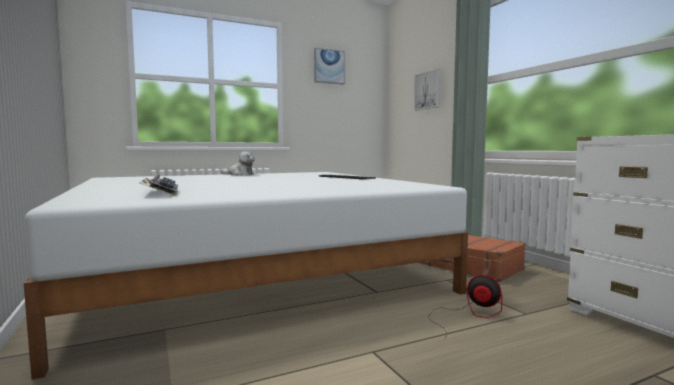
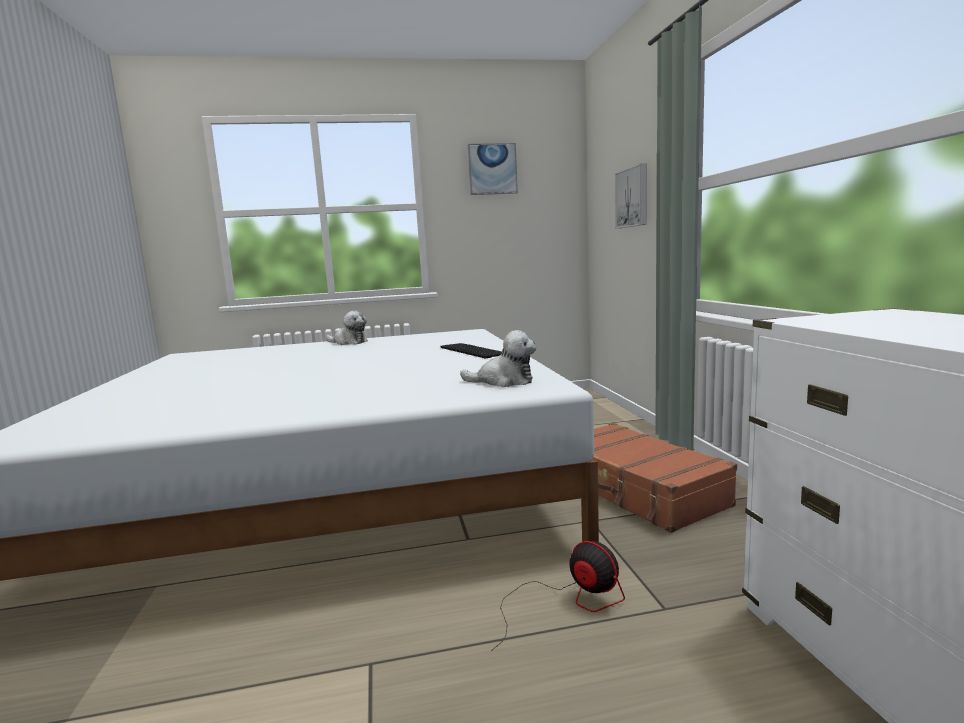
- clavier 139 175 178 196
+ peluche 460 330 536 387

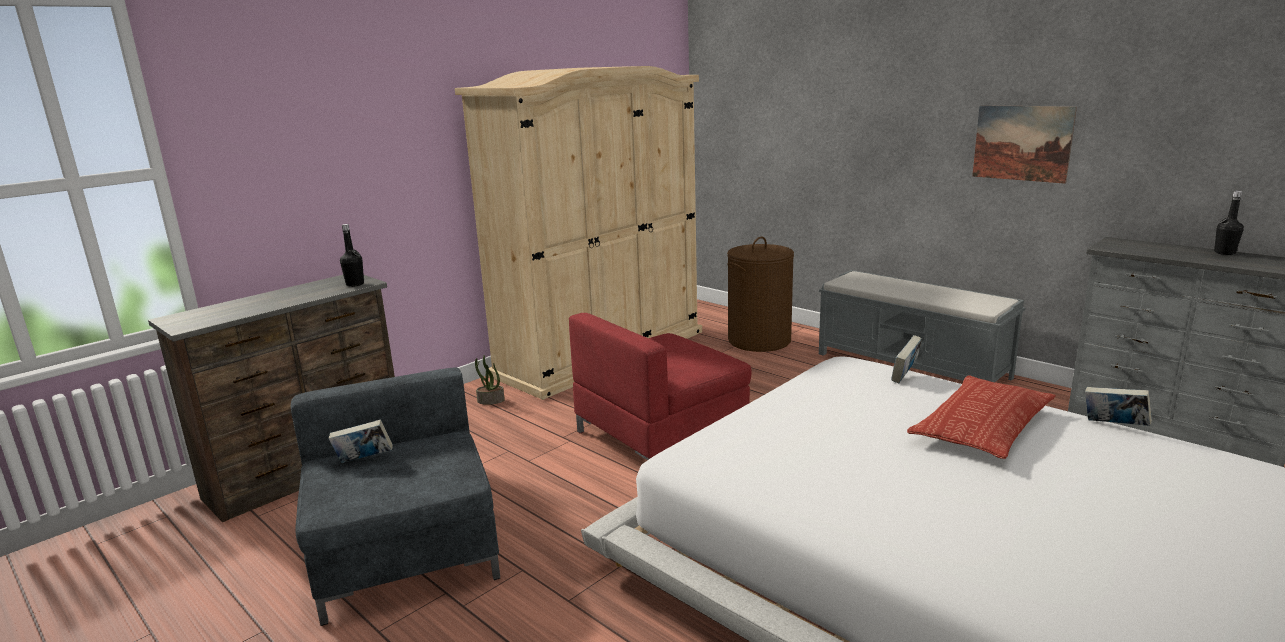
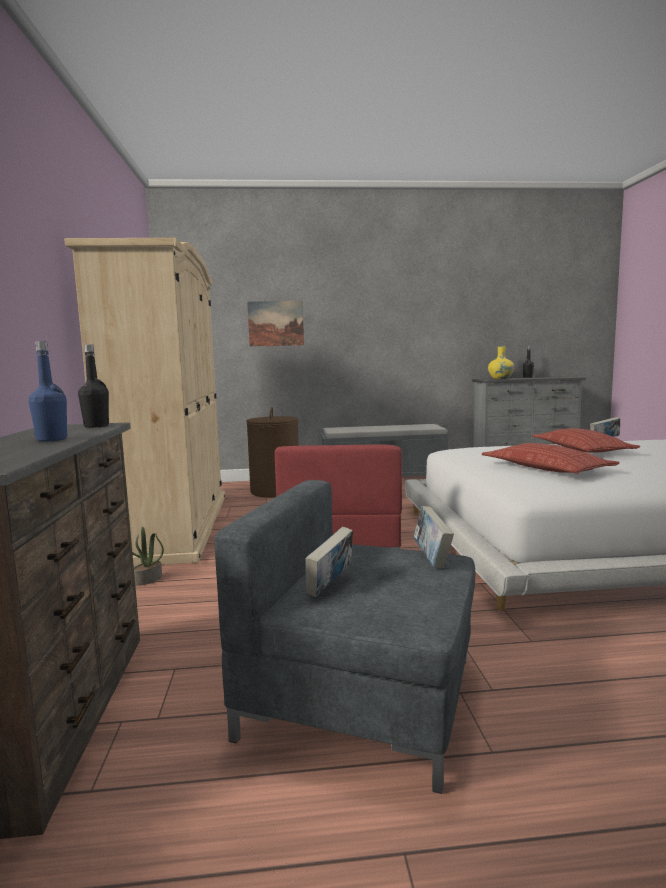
~ livre 891 335 922 383 to 414 506 454 568
~ tableau 972 105 1077 184 to 247 301 304 347
+ bouteille/bleu 29 342 67 442
+ coussin 481 443 620 474
+ vase/jaune 488 347 514 379

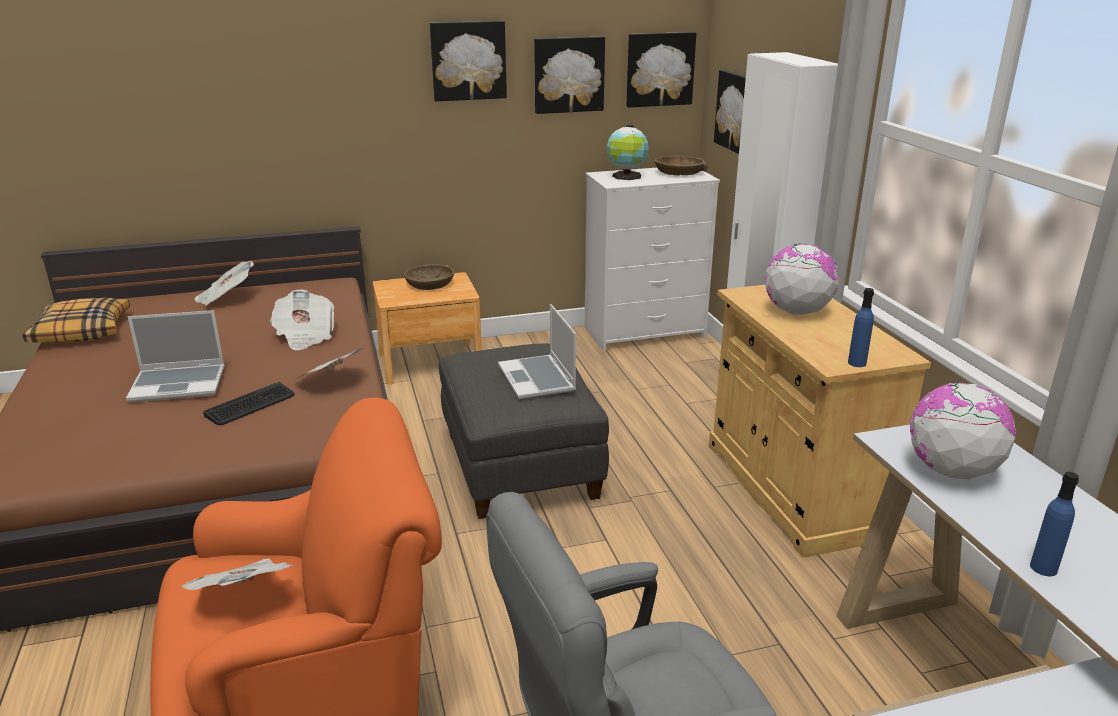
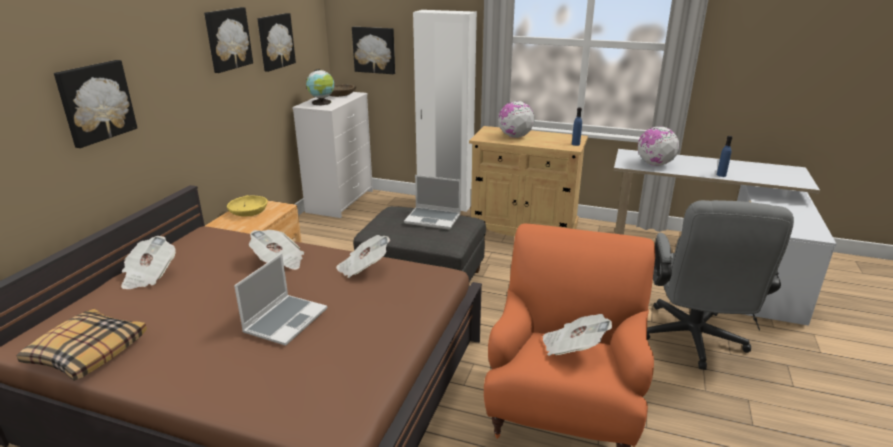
- clavier 203 382 295 425
~ bol/marron 404 264 454 290 to bol/jaune 227 195 268 217
~ tableau 627 32 696 108 to 54 60 137 148

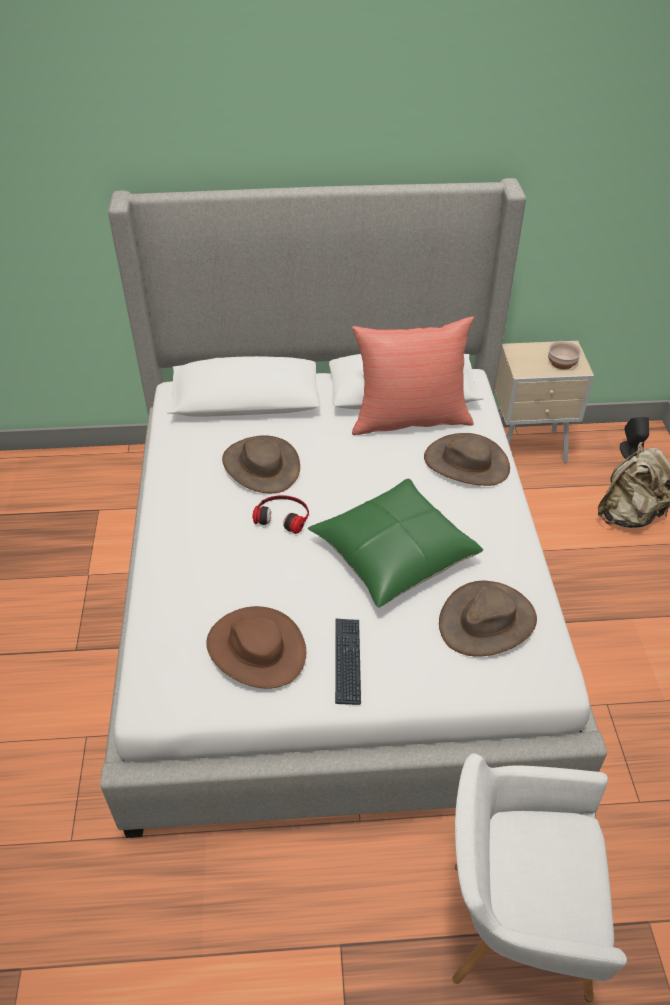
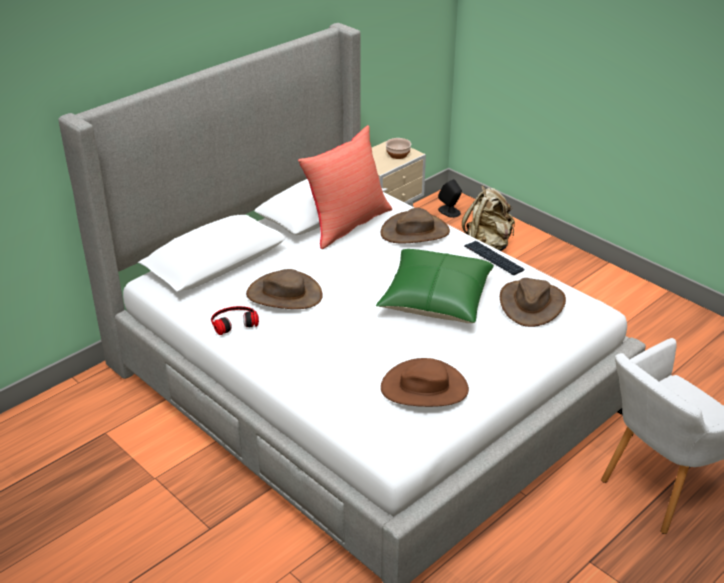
~ casque audio 253 495 309 534 to 211 306 259 335
~ clavier 335 618 361 705 to 464 241 525 275

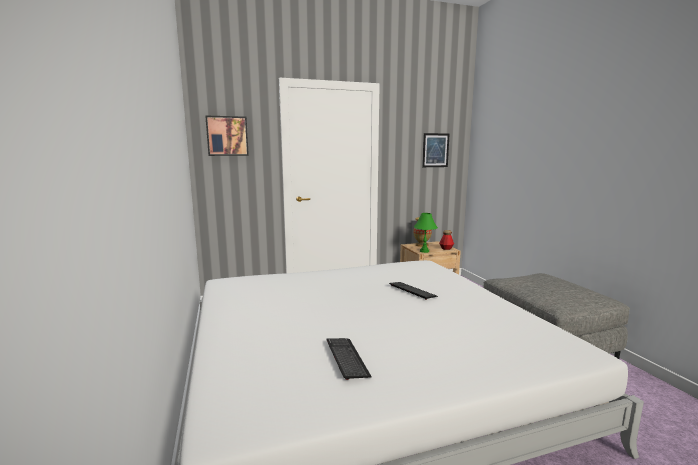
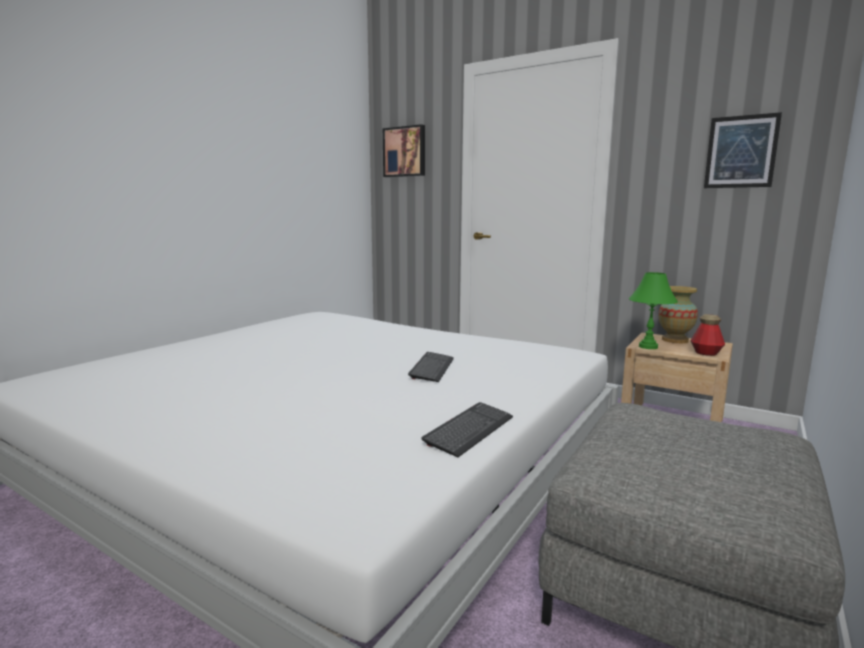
~ clavier 326 338 372 380 to 421 402 513 457

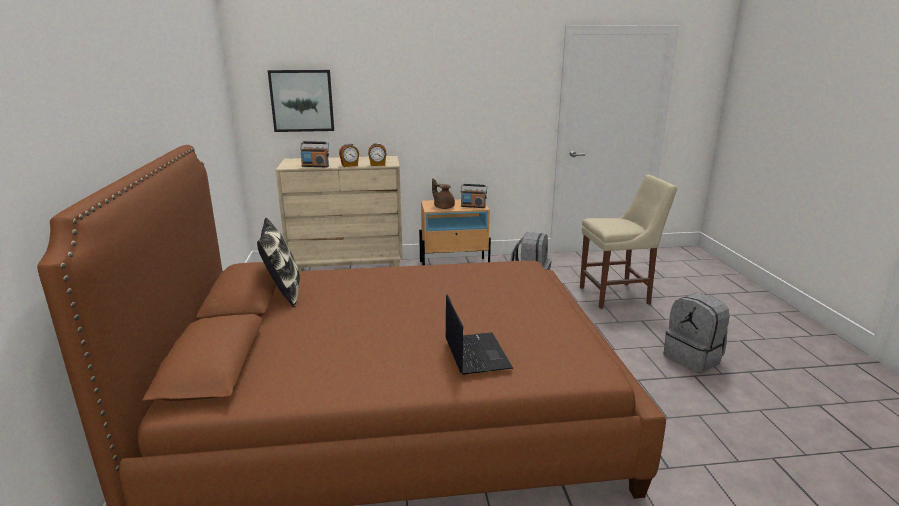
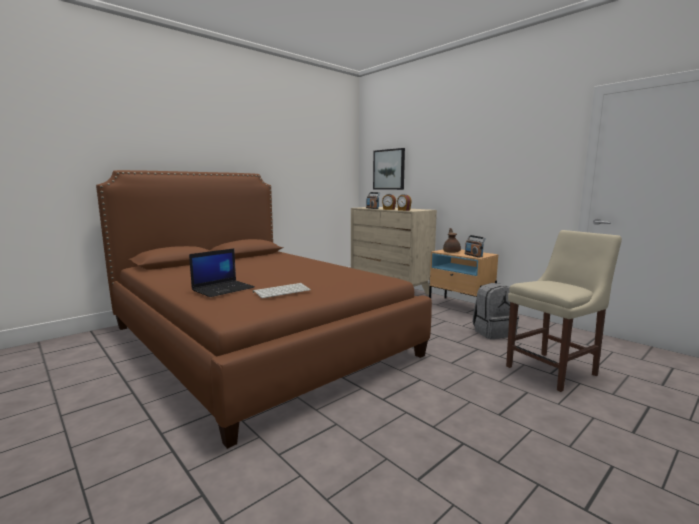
- coussin 257 218 300 307
~ chaise/beige 580 175 677 309 = 506 230 622 392 75 degrees counterclockwise
- sac à dos/gris 664 293 730 373
+ clavier 253 283 311 298

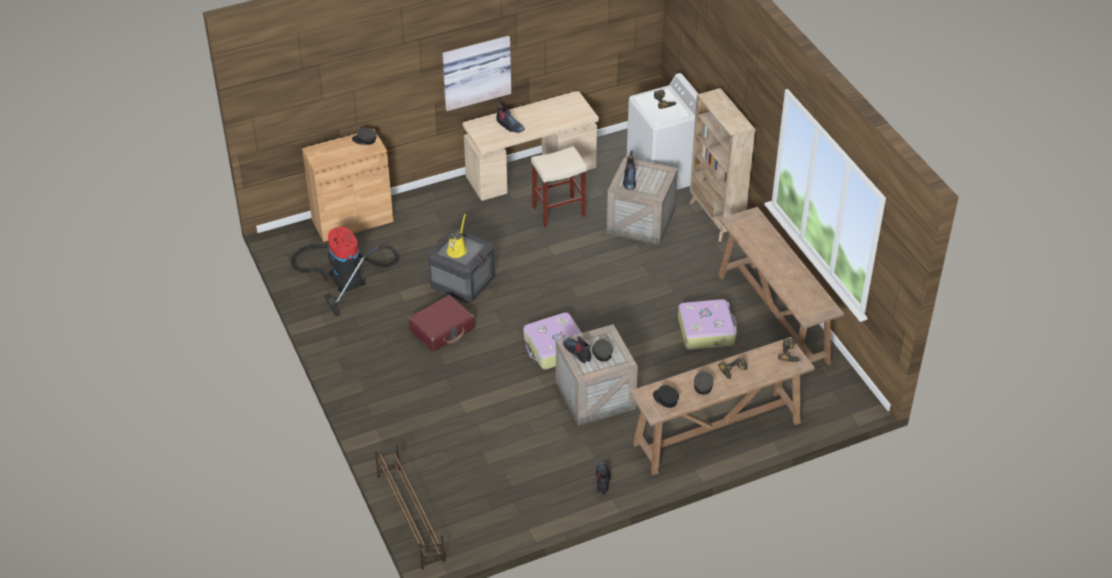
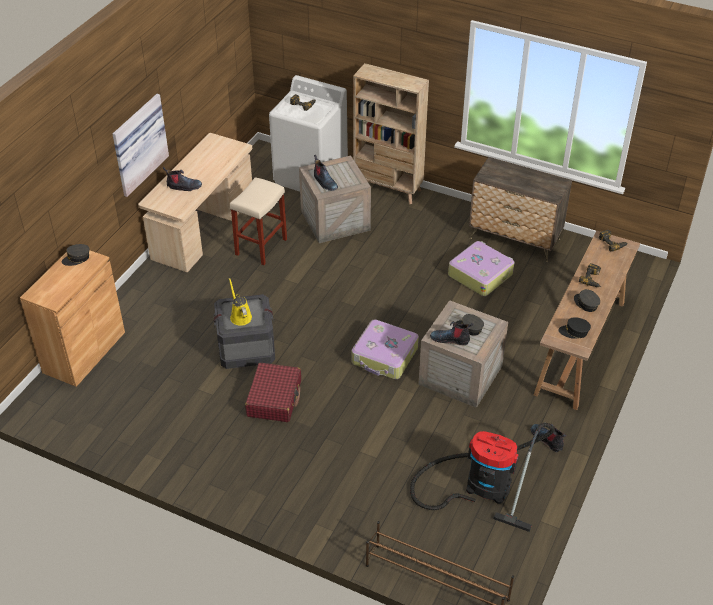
~ aspirateur 291 227 399 316 to 410 423 555 532
~ table console/marron 718 207 844 365 to commode 469 157 572 262

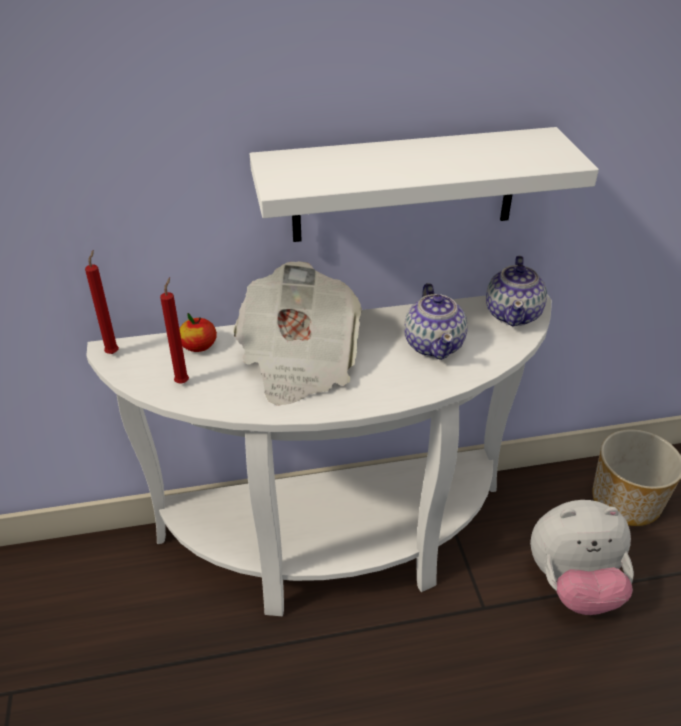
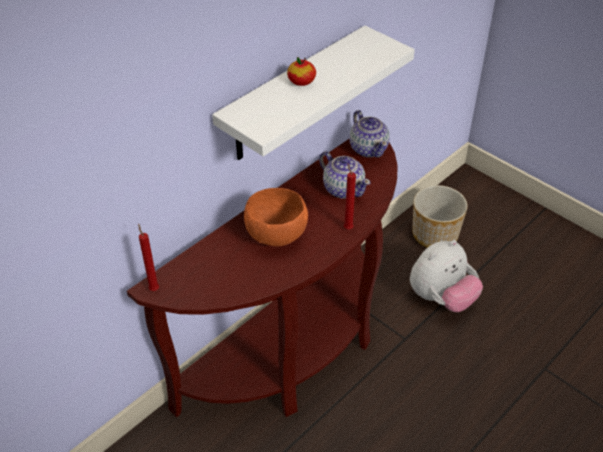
~ table console/blanc 86 294 552 616 to table console/marron 127 139 398 417
~ bougie/rouge 160 277 189 383 to 344 163 356 229
~ pomme 179 313 217 352 to 287 57 316 86
~ journal 233 261 362 406 to bol/orange 244 188 308 246

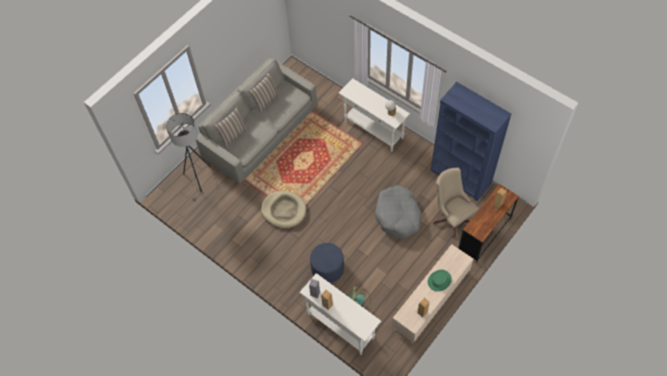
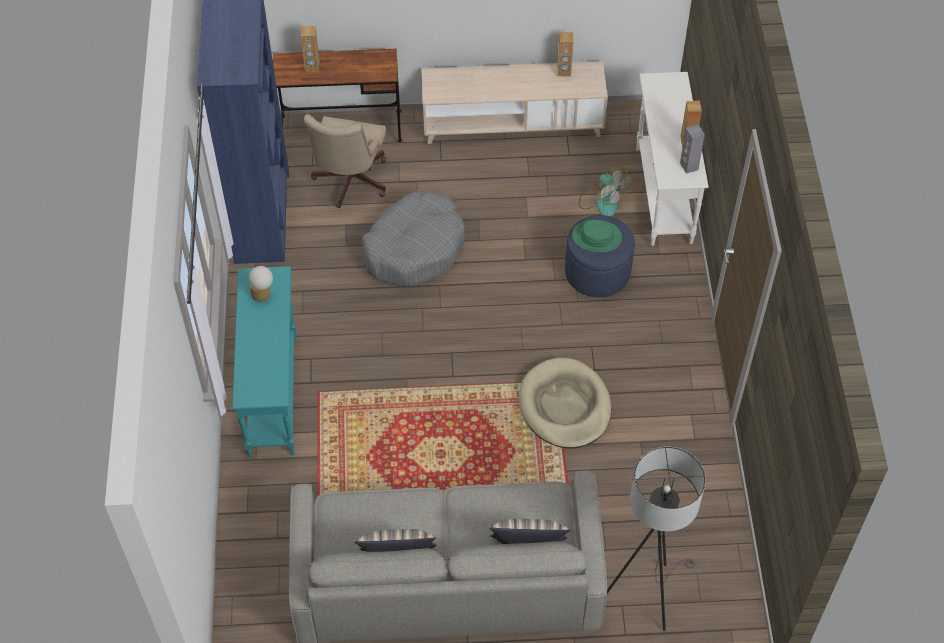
~ table console/blanc 339 78 410 152 to table console/turquoise 232 266 297 457
~ chapeau/vert 428 270 452 291 to 572 220 622 252

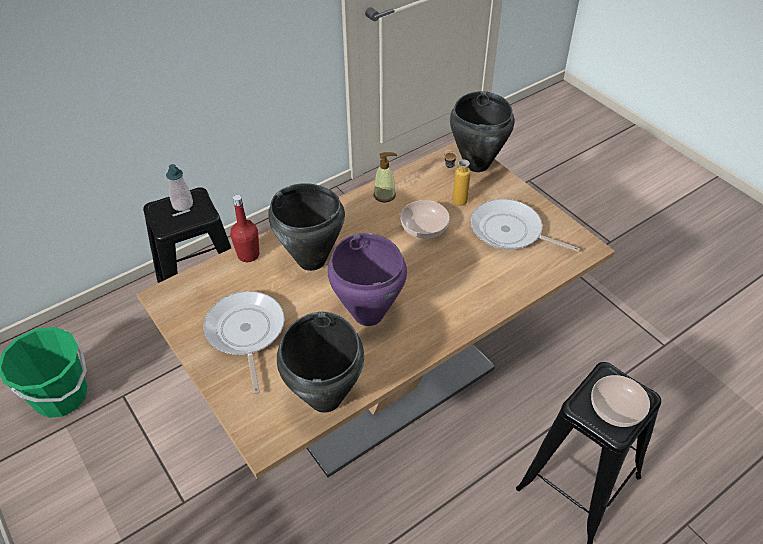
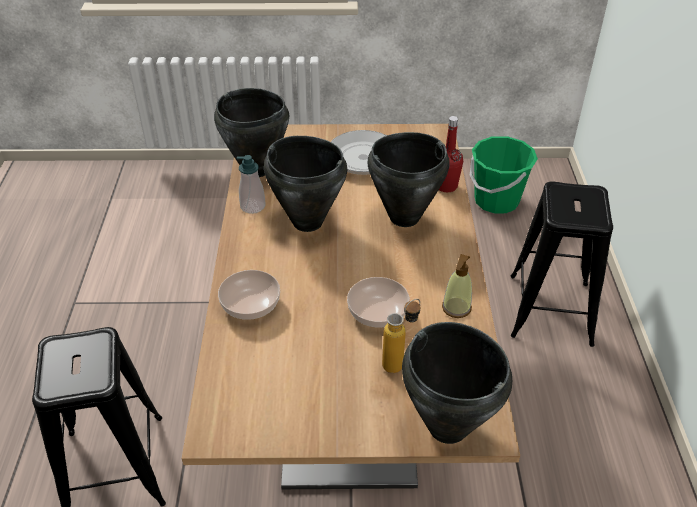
~ distributeur de savon 166 164 193 211 to 237 155 266 214
~ marmite/violet 328 233 407 326 to marmite/noir 264 136 347 232
- poêle 471 199 580 252
~ bol 591 375 650 427 to 218 270 280 320

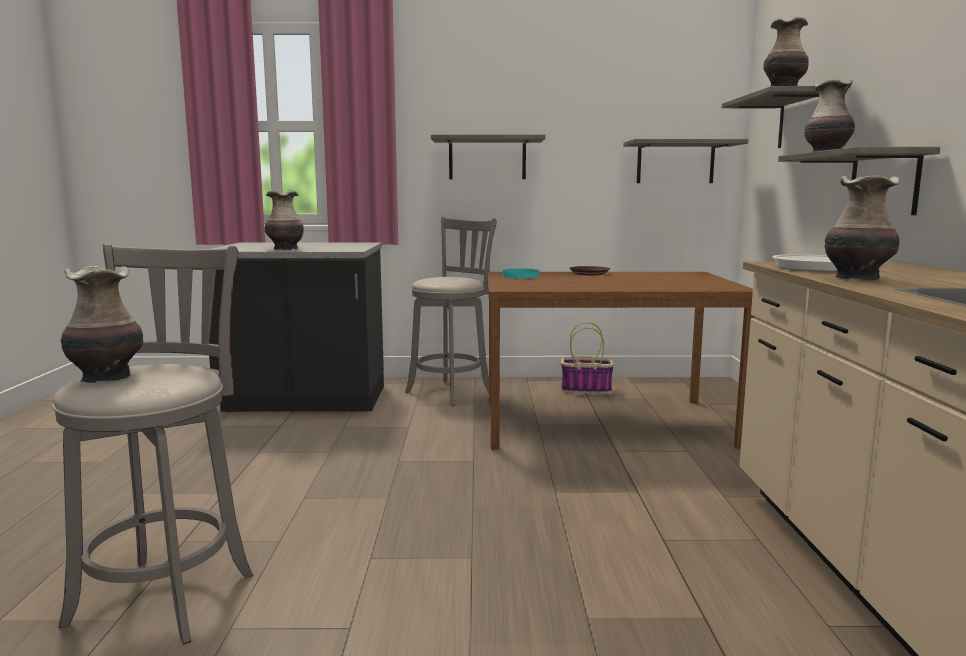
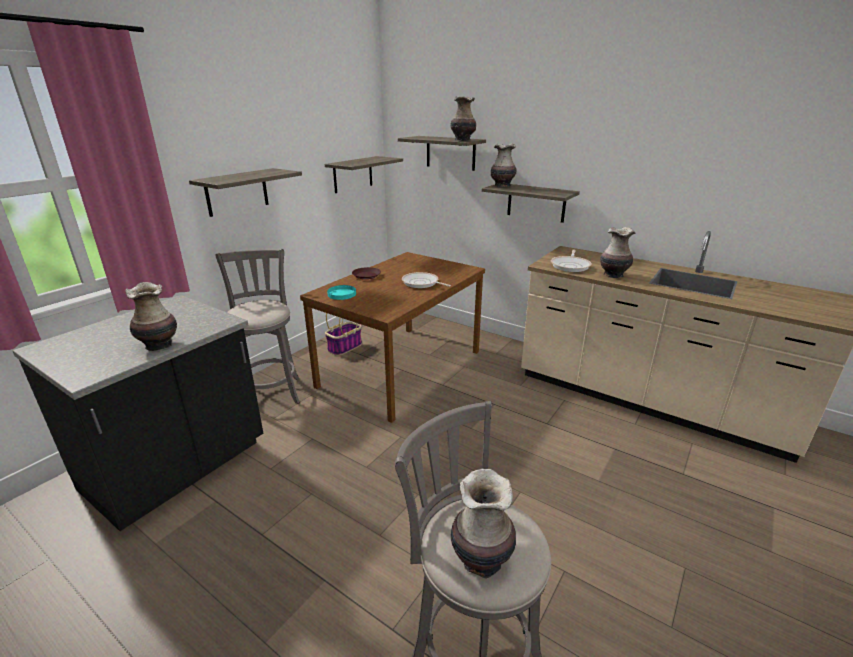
+ poêle 402 272 451 288

